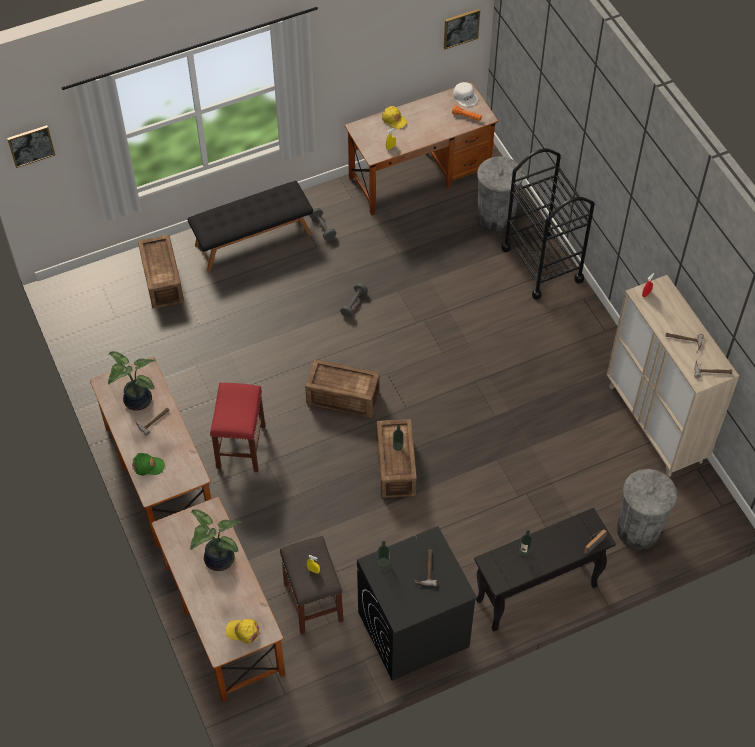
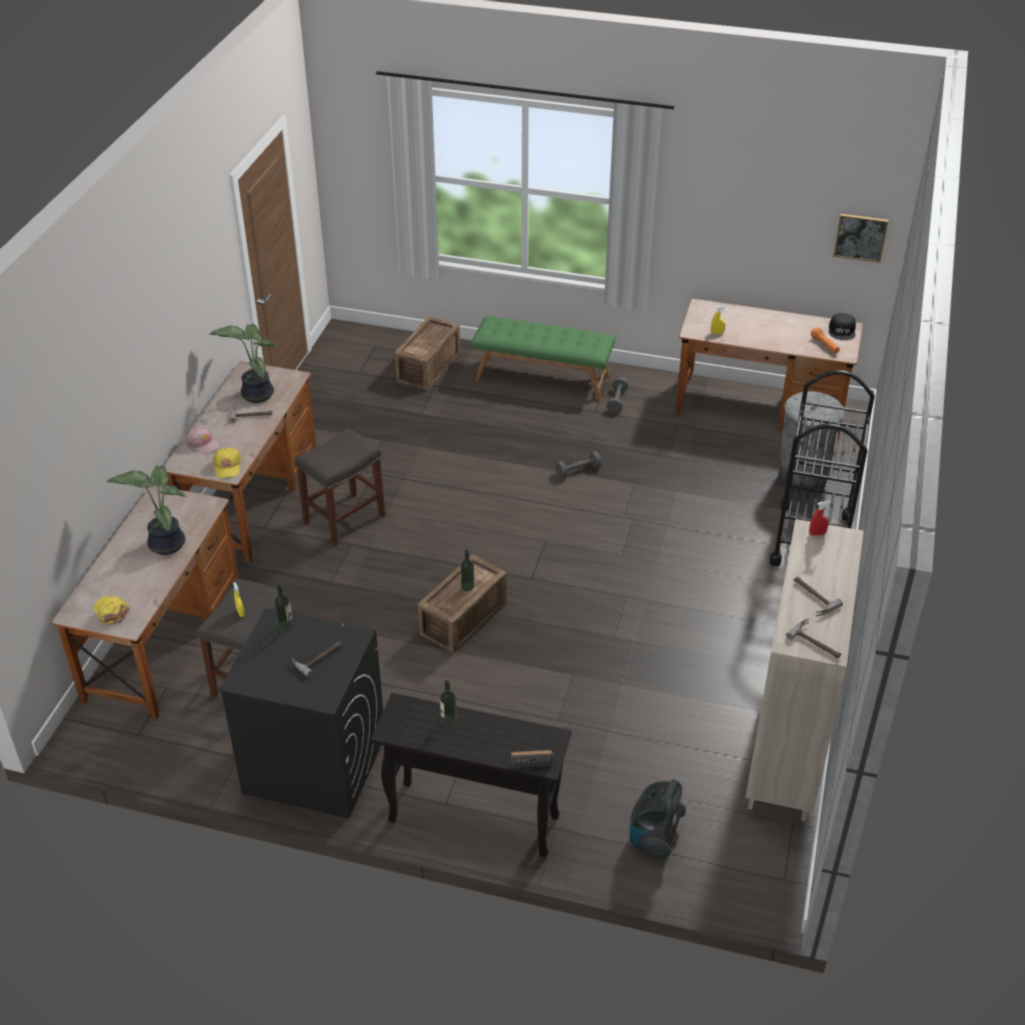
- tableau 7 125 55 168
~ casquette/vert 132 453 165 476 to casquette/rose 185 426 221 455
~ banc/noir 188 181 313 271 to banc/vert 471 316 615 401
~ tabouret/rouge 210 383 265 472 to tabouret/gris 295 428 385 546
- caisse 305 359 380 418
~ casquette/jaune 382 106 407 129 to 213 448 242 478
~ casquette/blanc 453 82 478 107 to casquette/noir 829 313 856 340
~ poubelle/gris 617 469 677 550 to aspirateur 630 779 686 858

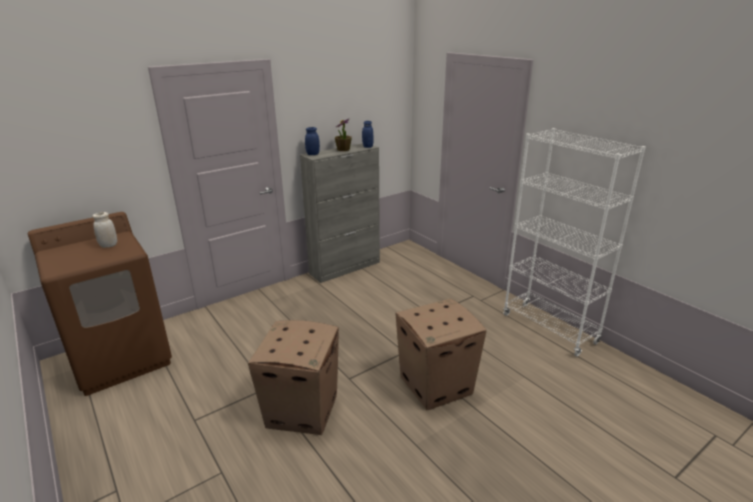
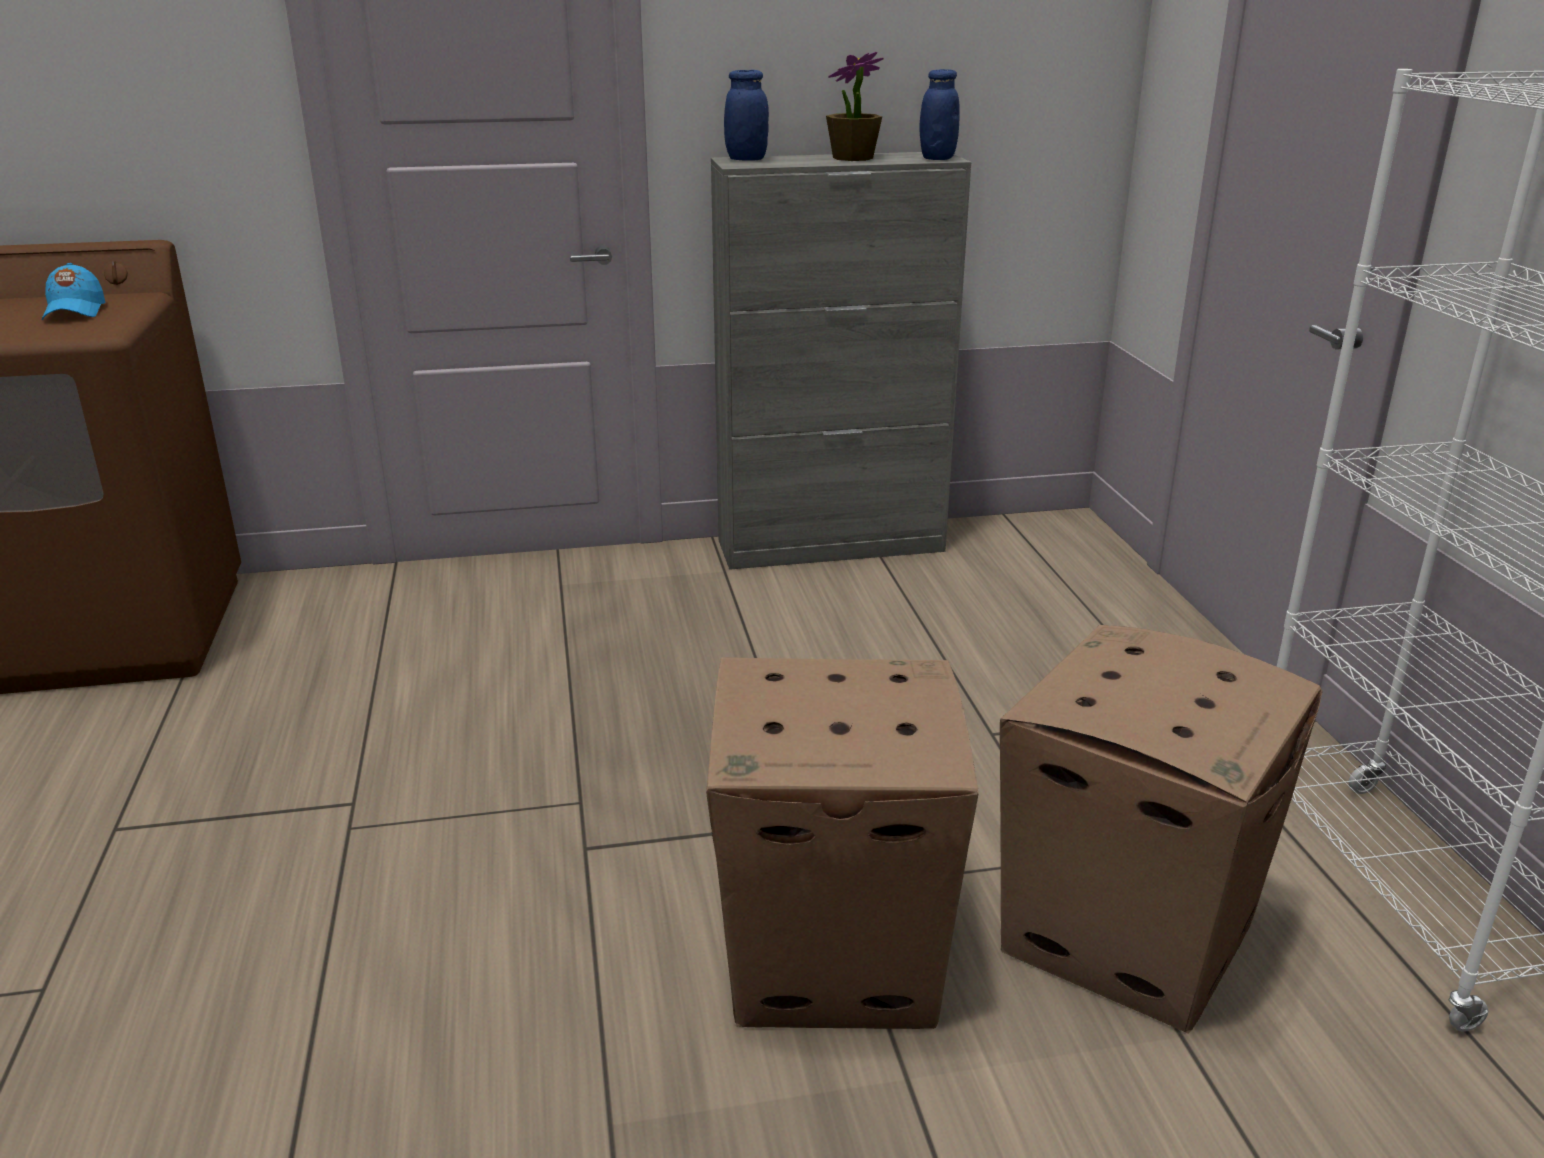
~ bocal/blanc 92 212 117 248 to casquette/bleu 41 263 106 320
~ carton 248 320 339 435 to 1000 625 1323 1034

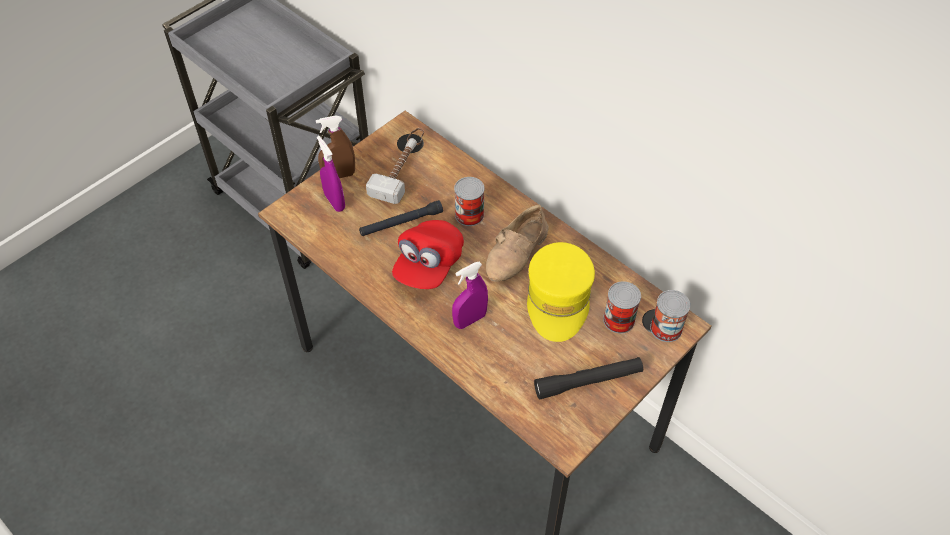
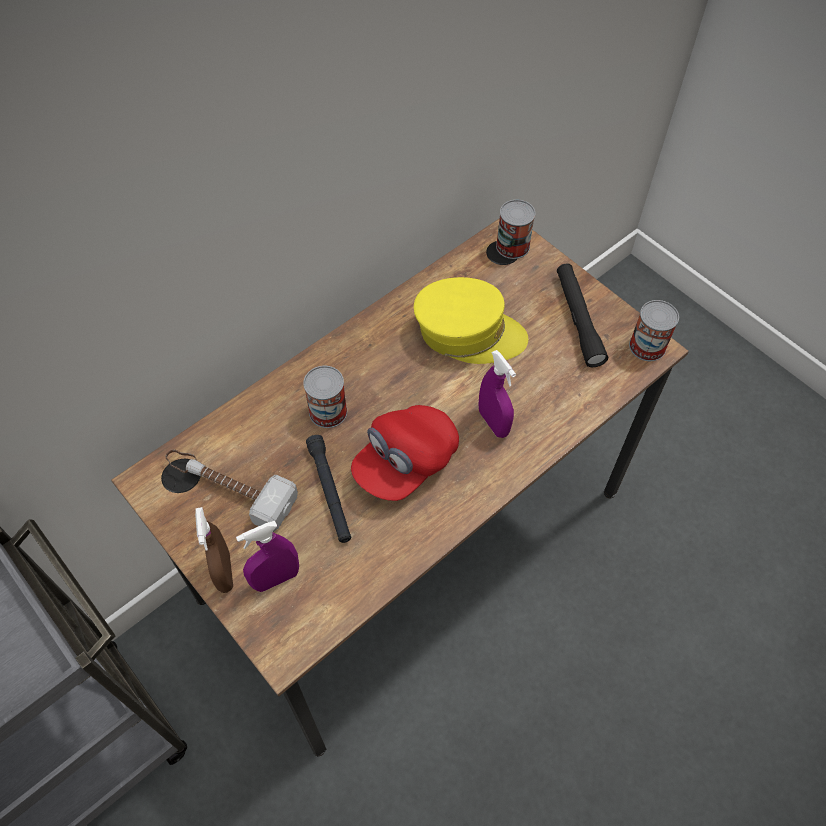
~ casquette/rouge 392 220 464 289 = 351 405 459 501 105 degrees clockwise
- chaussure/beige 486 204 549 282
~ boîte métallique 603 281 641 333 to 629 300 679 361

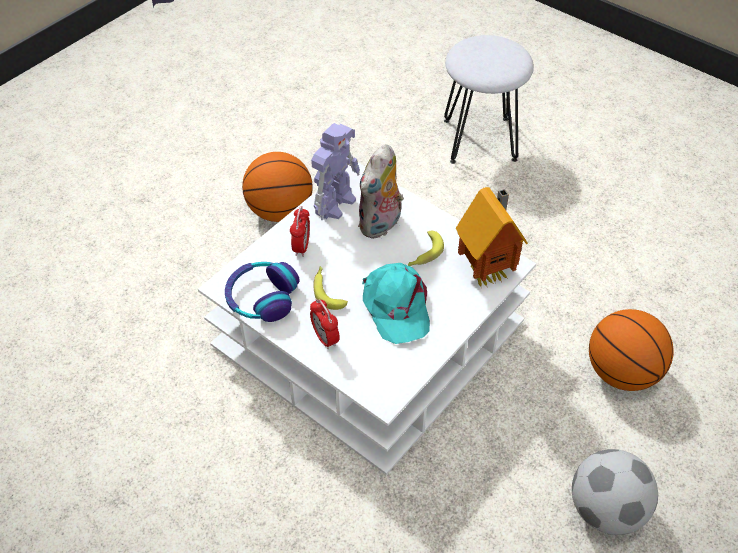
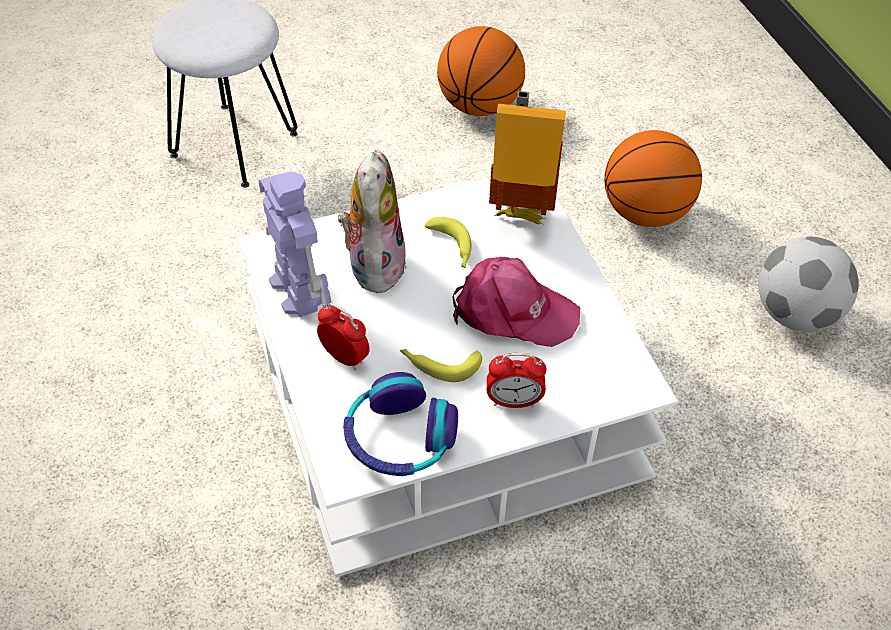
~ ballon de basket 242 152 313 222 to 437 26 525 116
~ peluche 358 144 404 239 = 338 150 406 293 150 degrees counterclockwise
~ casquette/turquoise 362 263 430 344 to casquette/rose 453 257 580 347

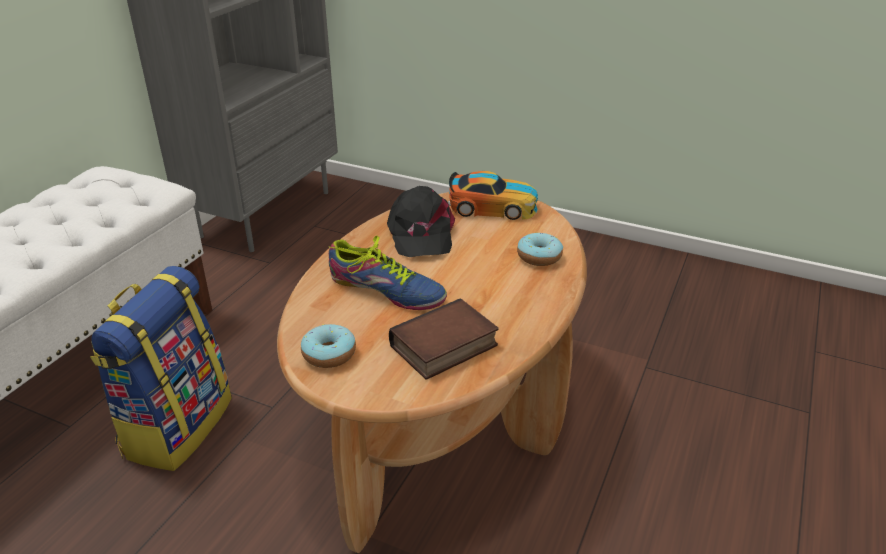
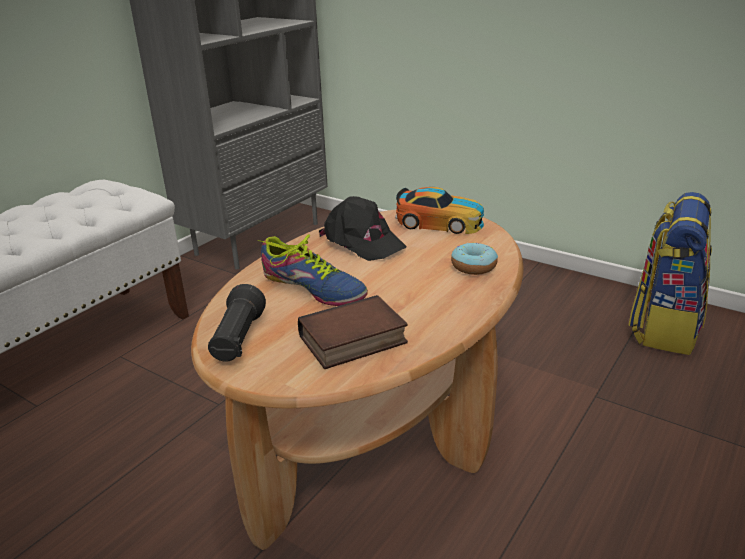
~ sac à dos 90 266 232 471 to 628 192 712 355
~ beignet 301 324 356 368 to lampe de poche/noir 208 284 266 362
~ casquette/noir 387 186 455 257 = 319 196 406 261 45 degrees counterclockwise

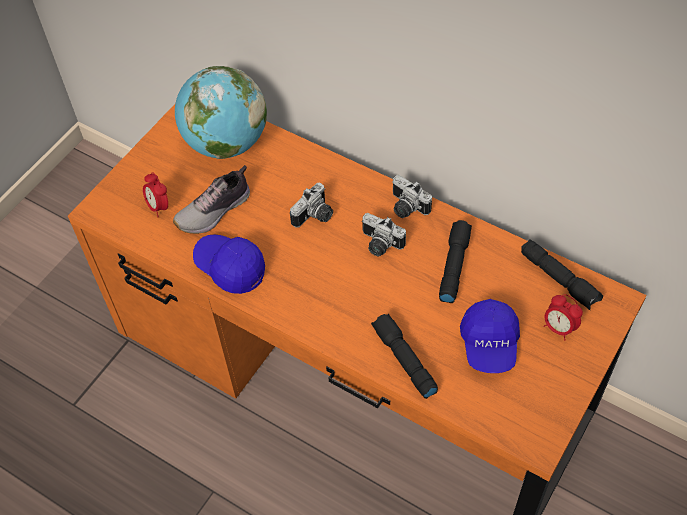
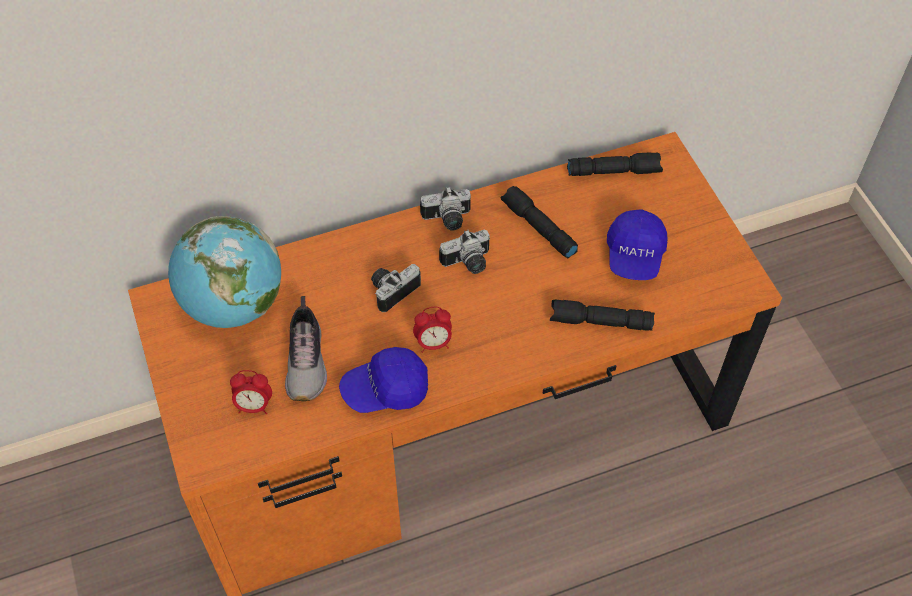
~ appareil photo 290 183 333 228 = 371 264 421 312 120 degrees counterclockwise
~ casquette/bleu 460 299 520 373 = 607 209 667 280 60 degrees clockwise
~ réveil 544 294 583 340 to 413 307 452 353

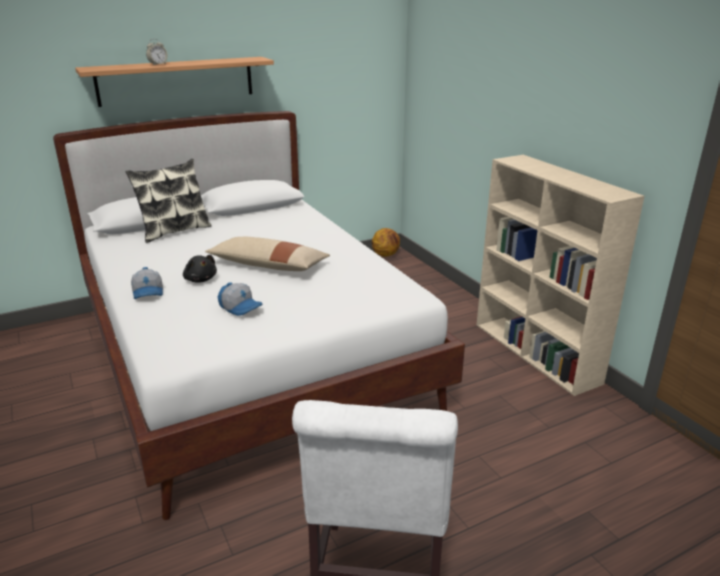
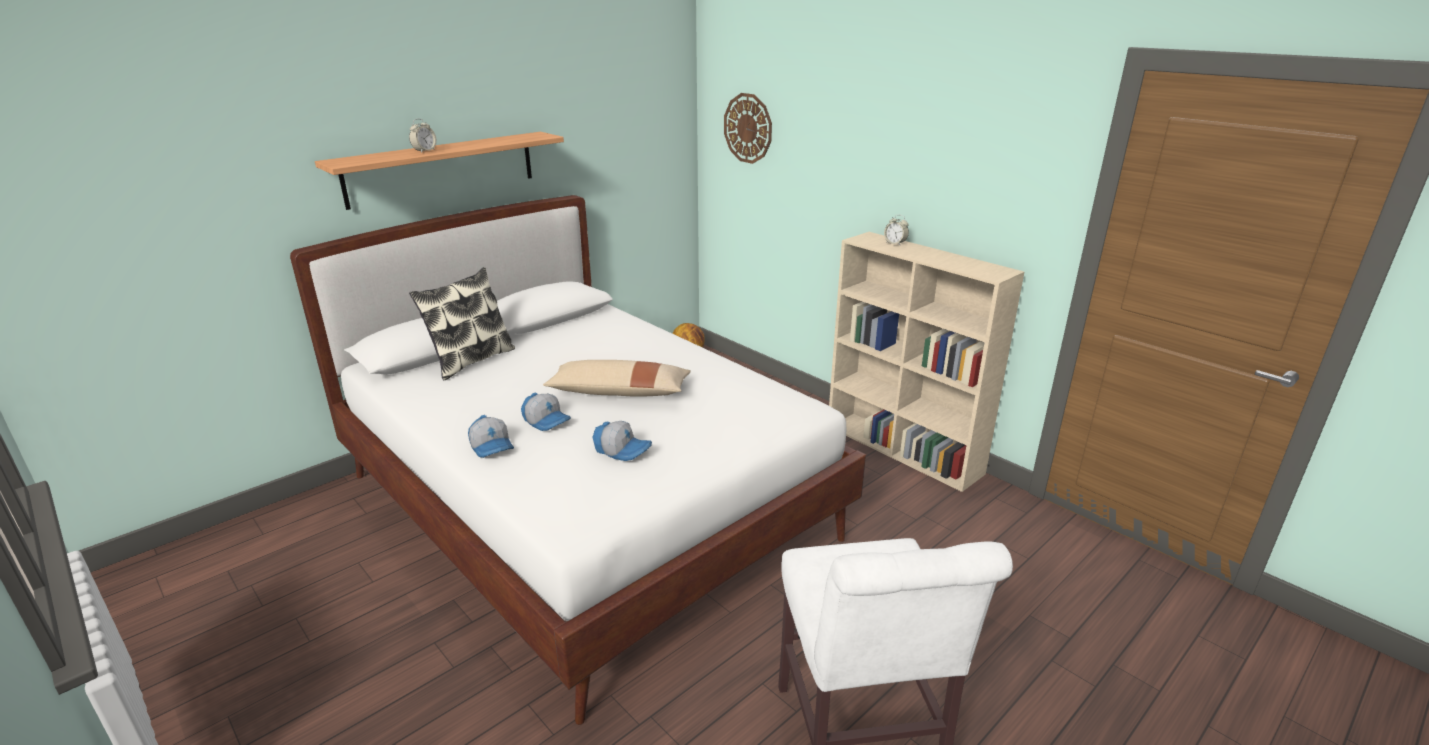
~ peluche/noir 183 255 217 283 to casquette 521 393 571 431
+ horloge murale 724 93 772 164
+ réveil 884 215 909 245

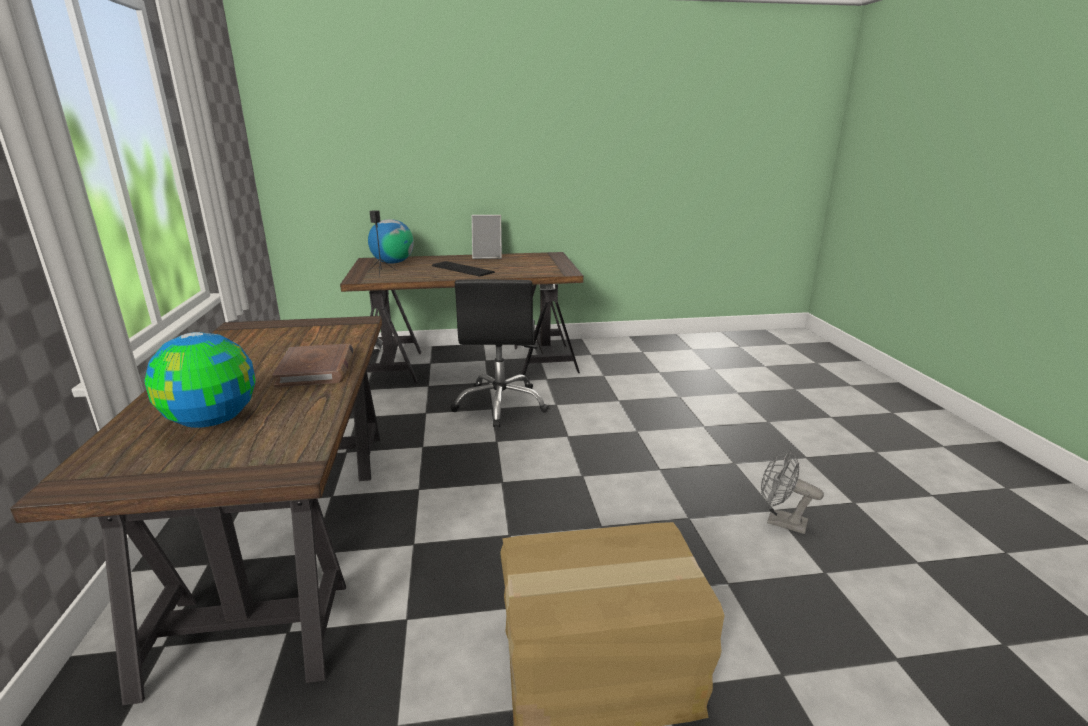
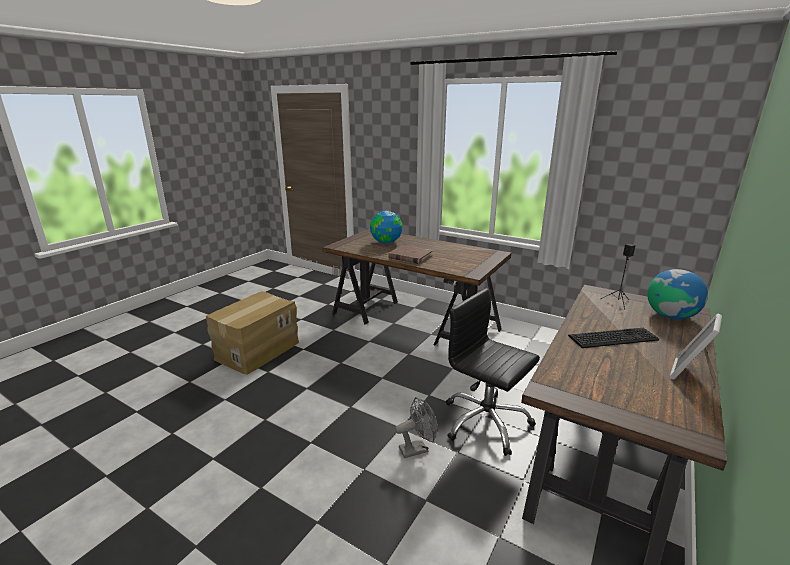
~ ventilateur/gris 761 449 824 534 to 395 397 438 458

